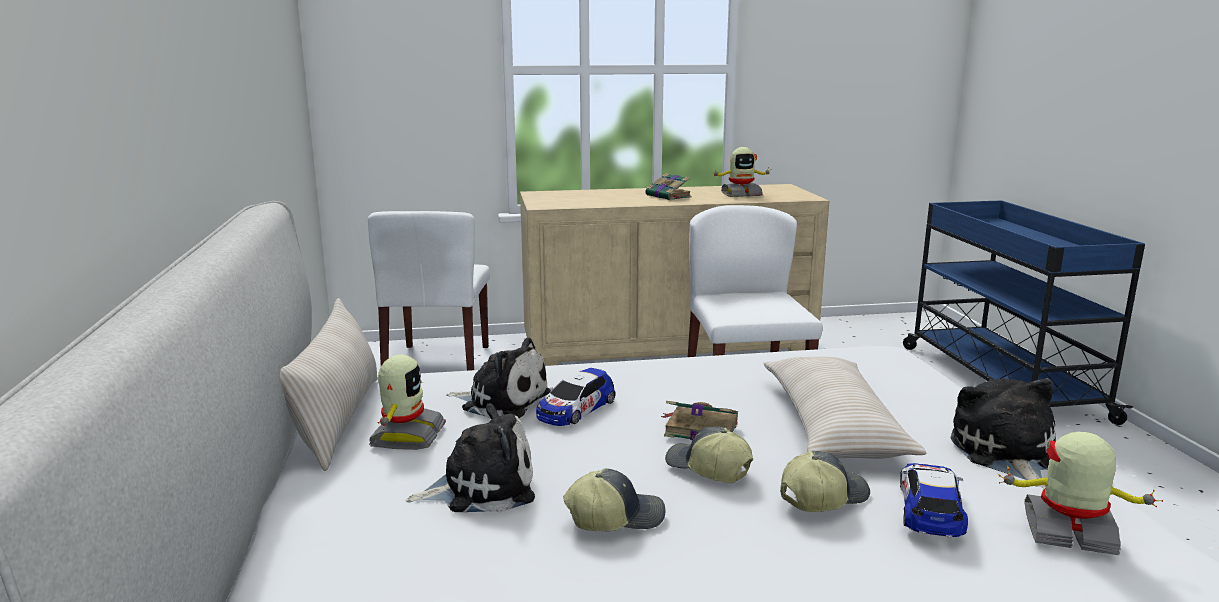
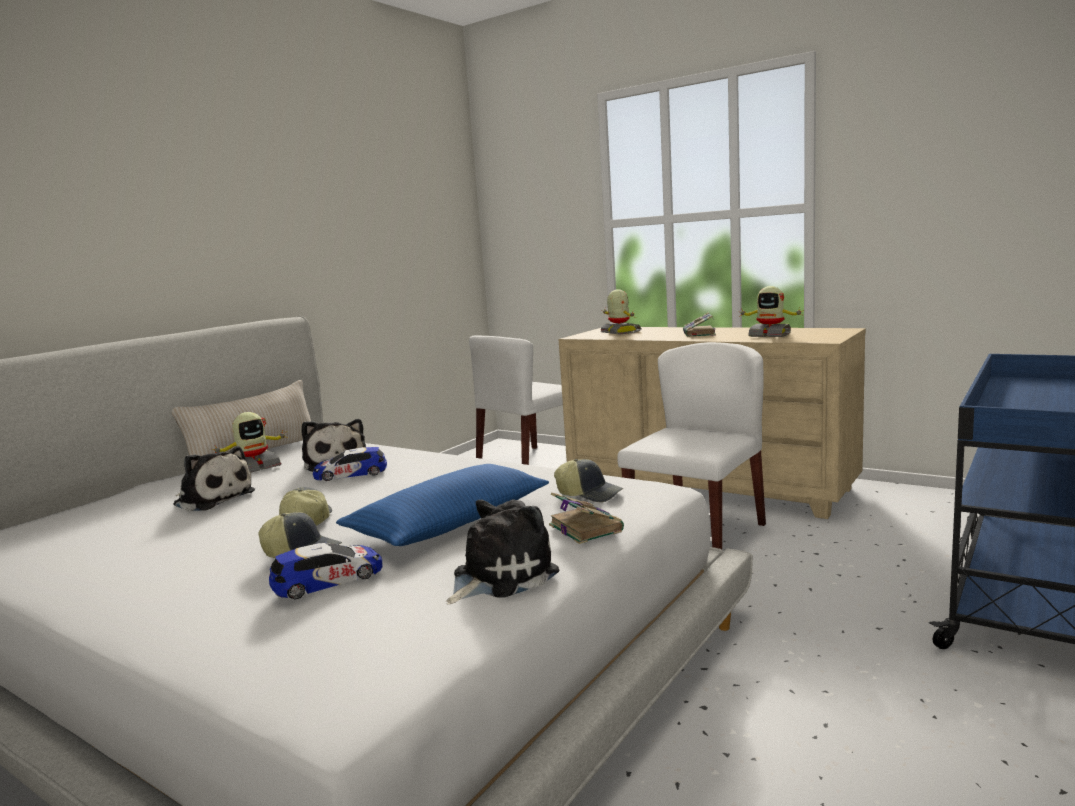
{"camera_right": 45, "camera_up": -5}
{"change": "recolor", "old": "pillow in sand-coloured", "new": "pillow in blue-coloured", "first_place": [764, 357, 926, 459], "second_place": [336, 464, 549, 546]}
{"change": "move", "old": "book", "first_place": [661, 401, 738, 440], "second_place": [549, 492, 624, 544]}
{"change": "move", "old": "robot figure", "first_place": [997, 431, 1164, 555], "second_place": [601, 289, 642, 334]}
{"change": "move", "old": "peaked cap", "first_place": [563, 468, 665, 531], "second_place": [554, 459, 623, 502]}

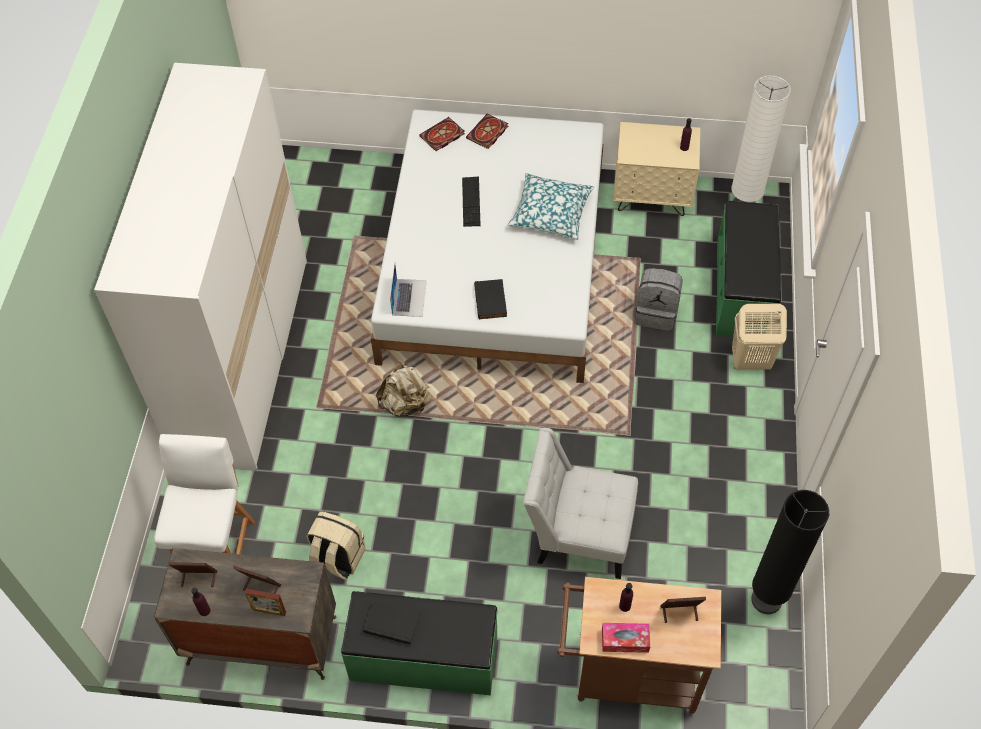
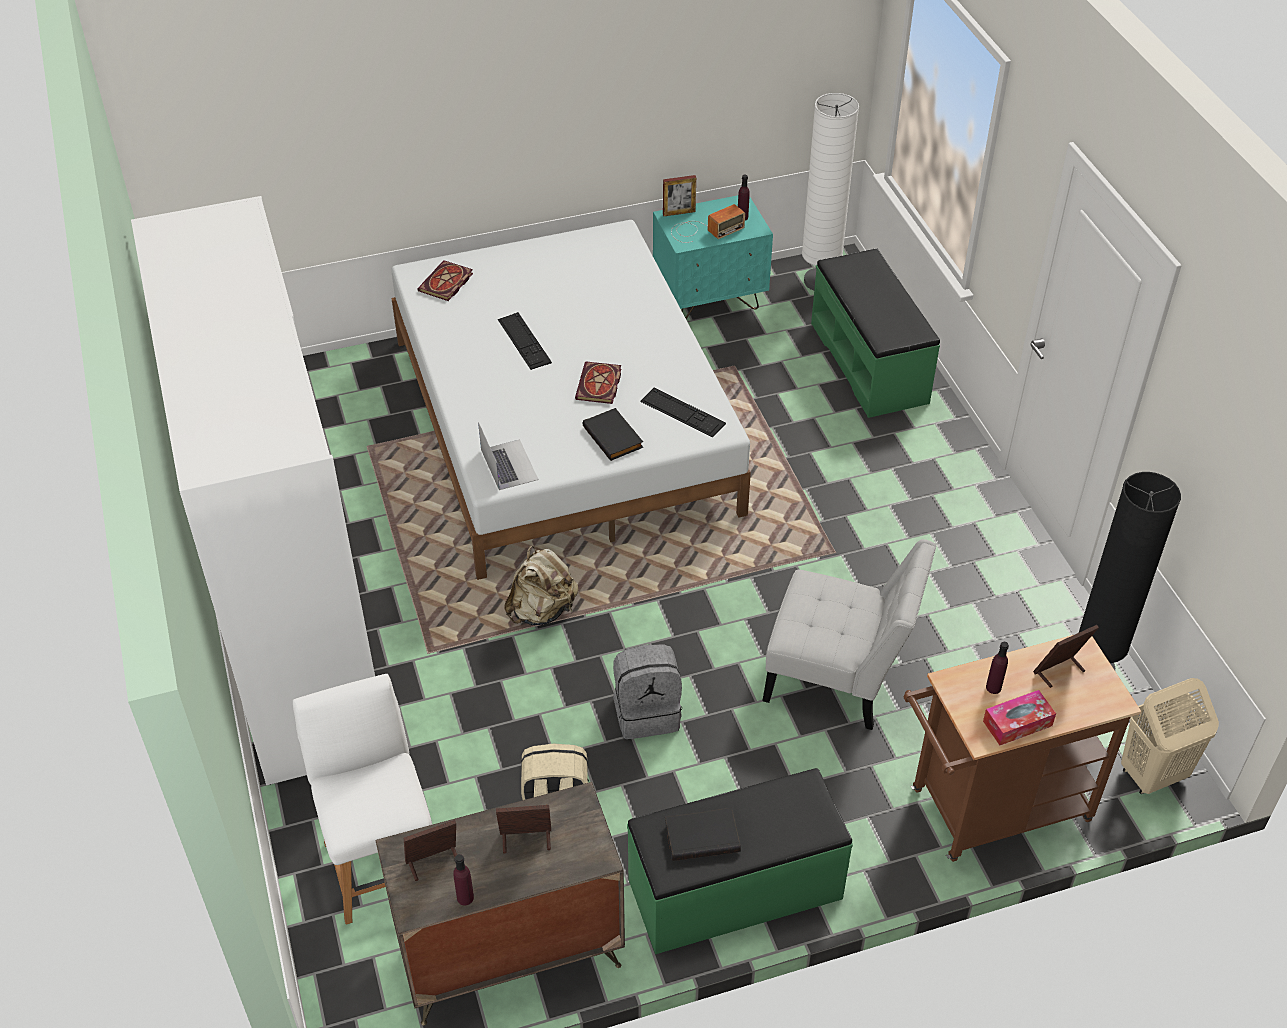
{"camera_right": -25, "camera_up": -10}
{"change": "move", "old": "book", "first_place": [466, 114, 508, 149], "second_place": [575, 362, 621, 404]}
{"change": "recolor", "old": "nightstand in sand-coloured", "new": "nightstand in blue-green", "first_place": [613, 122, 700, 216], "second_place": [653, 195, 773, 319]}
{"change": "delete", "old": "pillow", "first_place": [508, 173, 594, 240]}
{"change": "move", "old": "backpack in gray", "first_place": [634, 268, 683, 331], "second_place": [613, 644, 682, 739]}
{"change": "move", "old": "laundry basket in sand-coloured", "first_place": [732, 304, 787, 369], "second_place": [1121, 678, 1219, 794]}
{"change": "rotate", "old": "upright chair in white", "first_place": [523, 428, 638, 579], "second_place": [762, 539, 936, 730], "degrees": -150}
{"change": "move", "old": "standing frame", "first_place": [245, 589, 286, 616], "second_place": [663, 175, 696, 216]}
{"change": "insert", "new": "radio set", "second_place": [671, 204, 745, 243]}
{"change": "insert", "new": "keyboard", "second_place": [640, 388, 726, 438]}

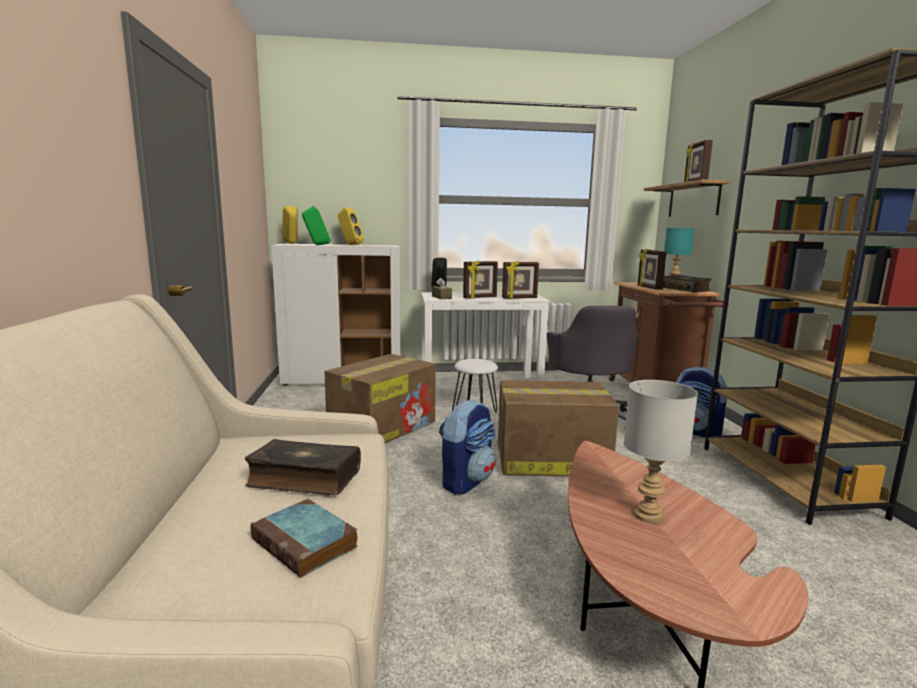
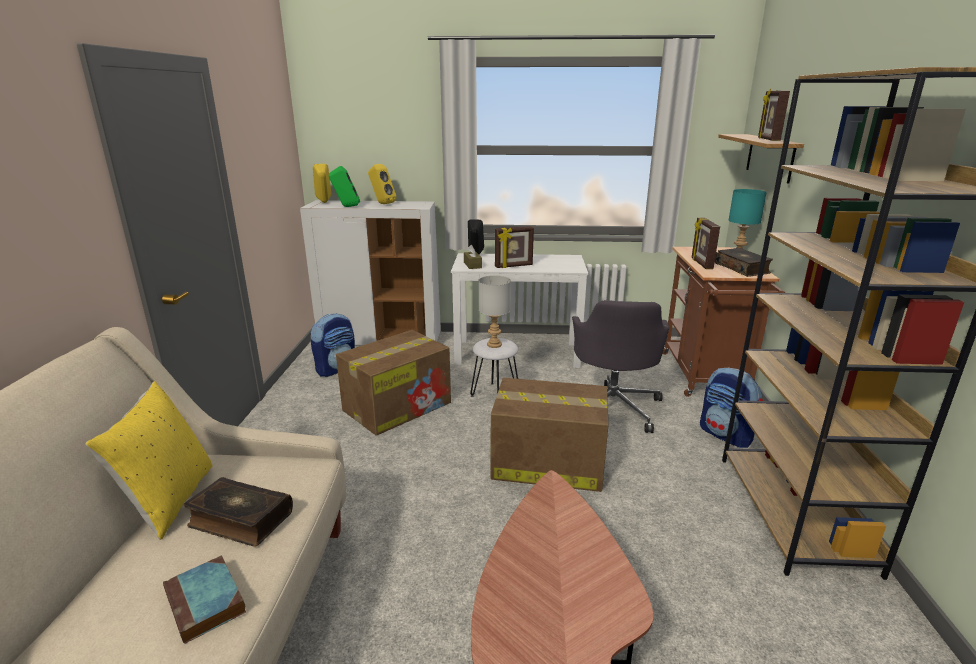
{"camera_right": 10, "camera_up": 10}
{"change": "delete", "old": "standing frame", "first_place": [502, 261, 539, 299]}
{"change": "move", "old": "lamp for a table in gray", "first_place": [624, 380, 698, 523], "second_place": [479, 275, 511, 348]}
{"change": "move", "old": "backpack", "first_place": [439, 399, 496, 494], "second_place": [311, 313, 355, 377]}
{"change": "insert", "new": "pillow in yellow-coloured", "second_place": [85, 381, 213, 540]}

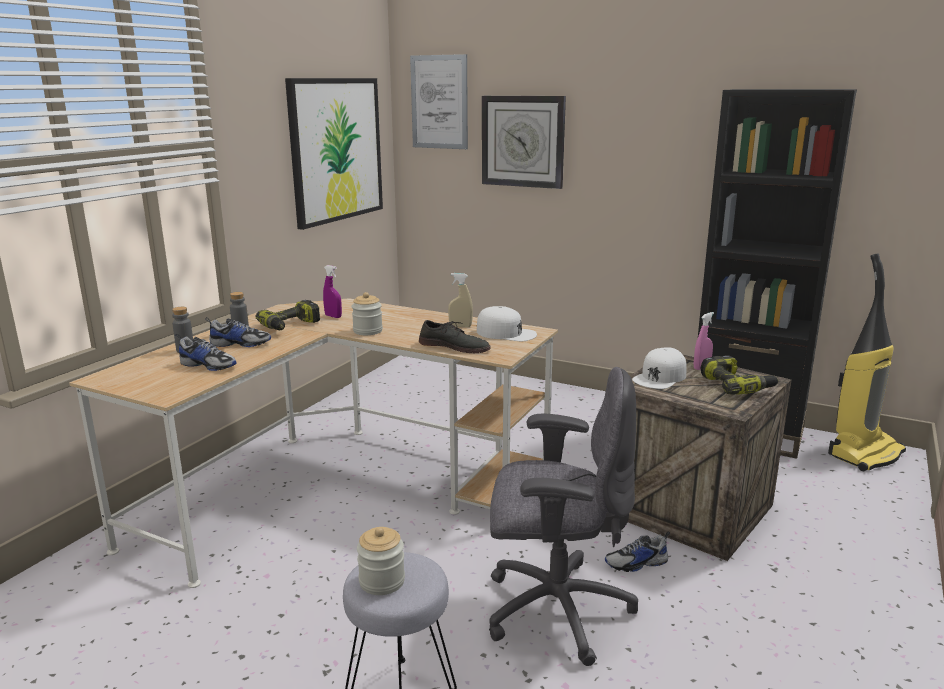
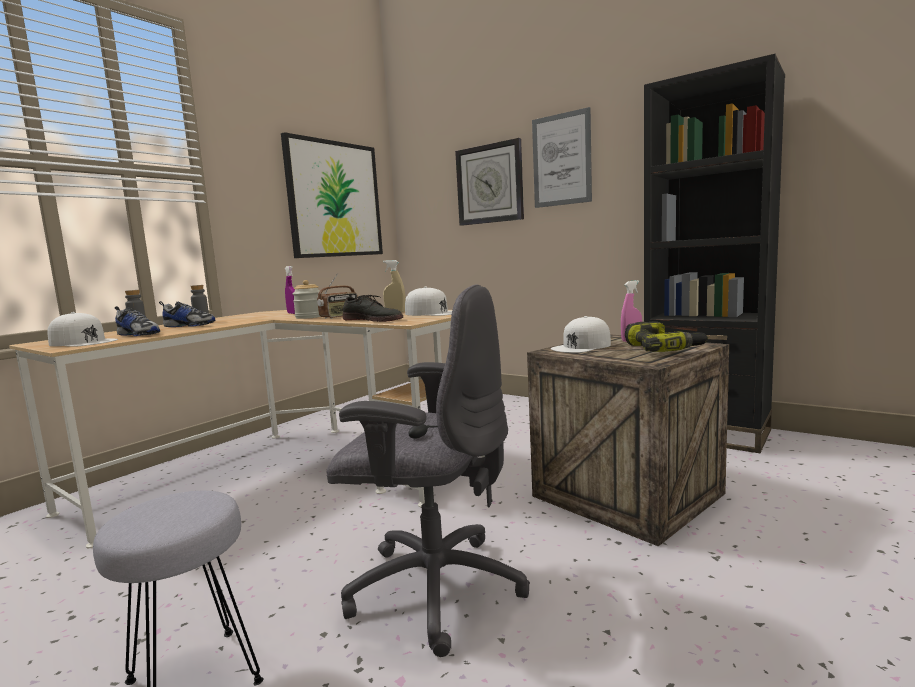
{"camera_right": 10, "camera_up": -10}
{"change": "move", "old": "wall art", "first_place": [410, 54, 468, 149], "second_place": [532, 107, 592, 208]}
{"change": "delete", "old": "vacuum", "first_place": [828, 253, 906, 471]}
{"change": "delete", "old": "power drill", "first_place": [255, 300, 320, 330]}
{"change": "delete", "old": "storage jar", "first_place": [357, 527, 405, 595]}
{"change": "delete", "old": "item of footwear", "first_place": [605, 531, 670, 572]}
{"change": "insert", "new": "radio set", "second_place": [317, 273, 358, 319]}
{"change": "insert", "new": "peaked cap in white", "second_place": [47, 312, 118, 347]}

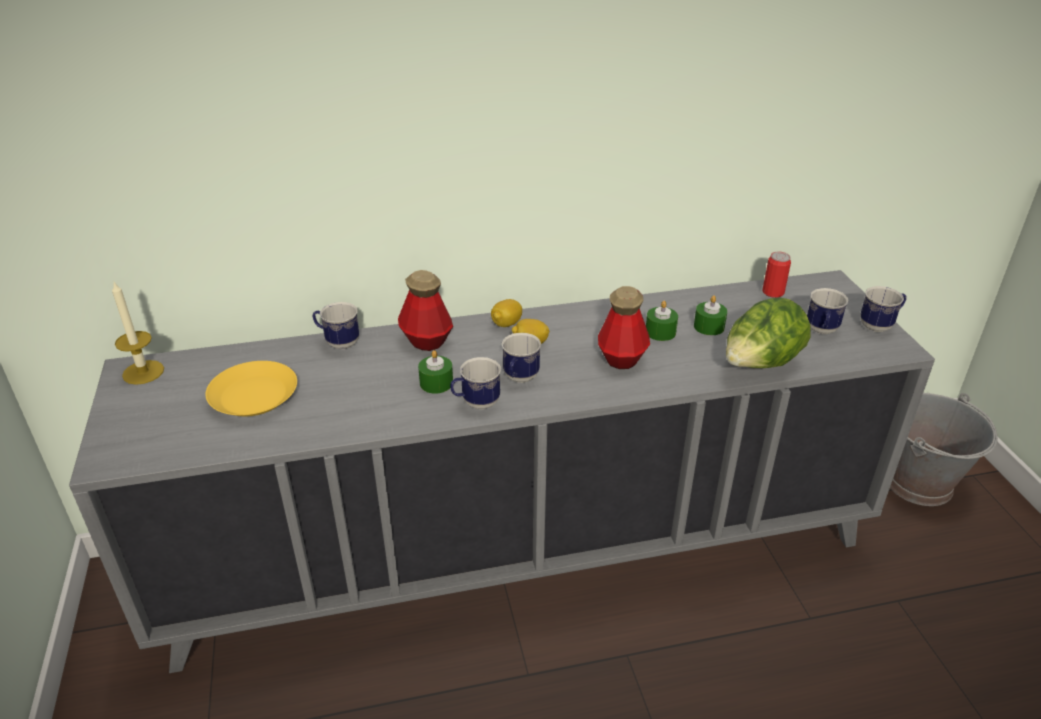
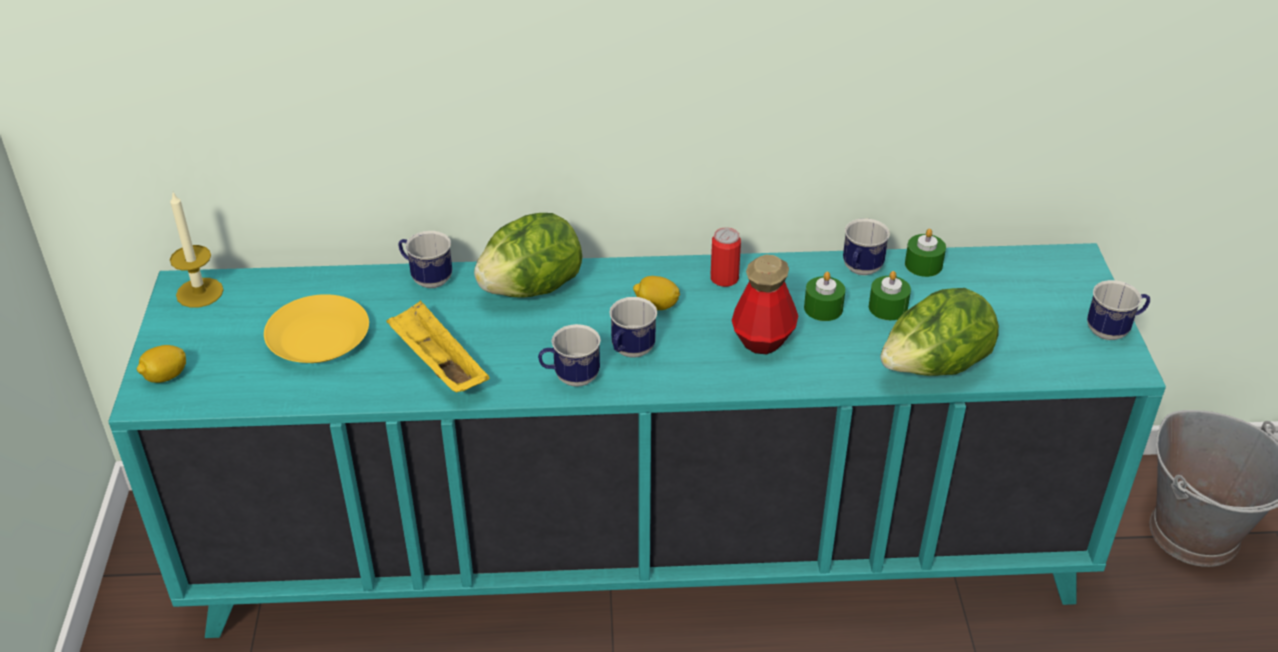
{"camera_right": 10, "camera_up": 5}
{"change": "move", "old": "metal can", "first_place": [762, 252, 791, 298], "second_place": [710, 227, 741, 287]}
{"change": "recolor", "old": "cupboard in gray", "new": "cupboard in blue-green", "first_place": [69, 270, 935, 673], "second_place": [108, 243, 1166, 638]}
{"change": "replace", "old": "drink bottle", "new": "head of lettuce", "first_place": [398, 270, 453, 351], "second_place": [474, 213, 582, 298]}
{"change": "move", "old": "mug", "first_place": [807, 288, 849, 334], "second_place": [843, 218, 890, 275]}
{"change": "move", "old": "whole lemon", "first_place": [491, 299, 522, 327], "second_place": [137, 345, 186, 383]}
{"change": "move", "old": "wax candle in greenish", "first_place": [418, 350, 453, 394], "second_place": [905, 229, 946, 277]}
{"change": "insert", "new": "serving tray in yellow-coloured", "second_place": [386, 300, 490, 393]}

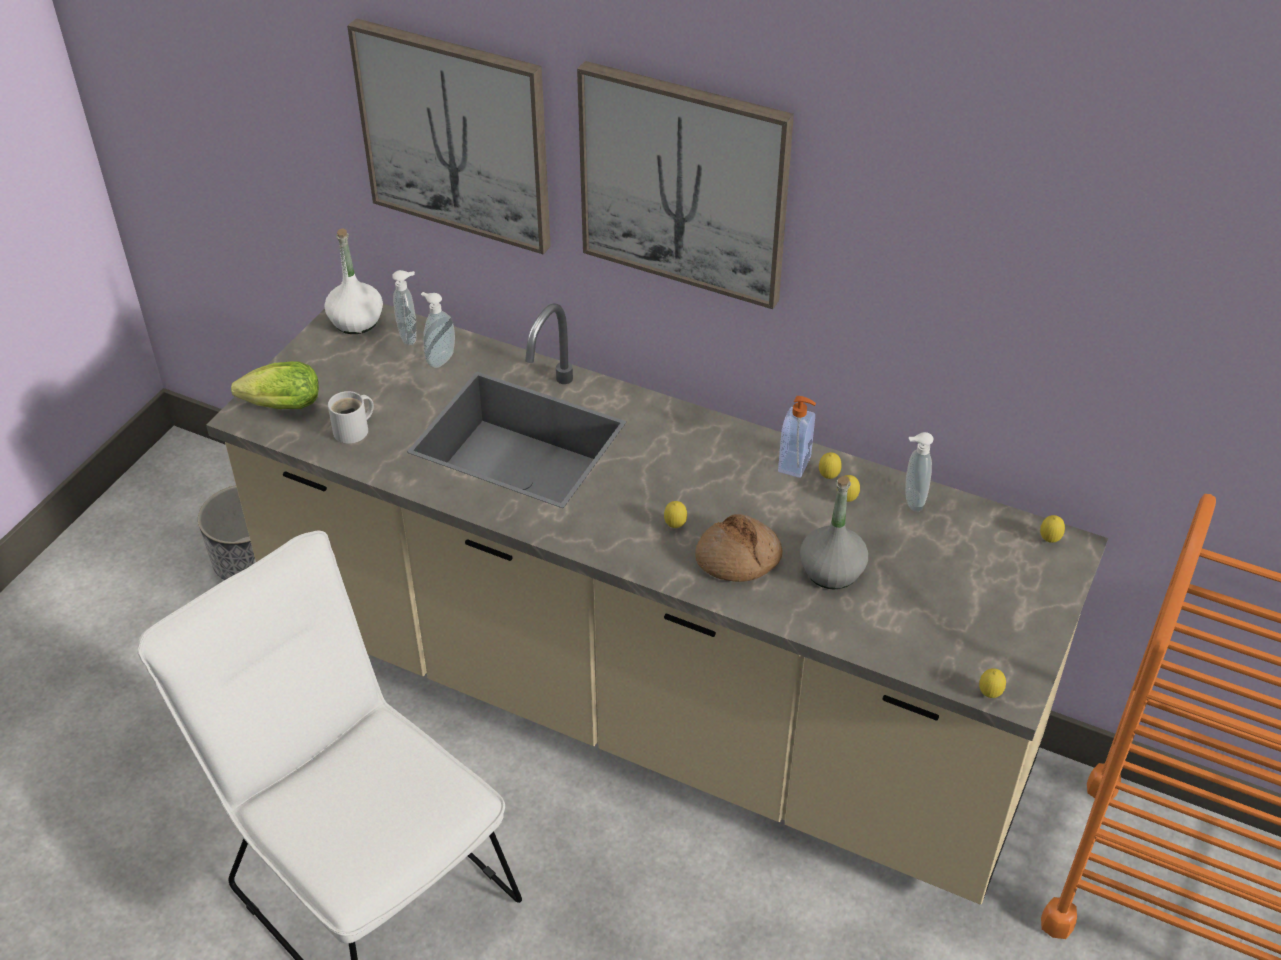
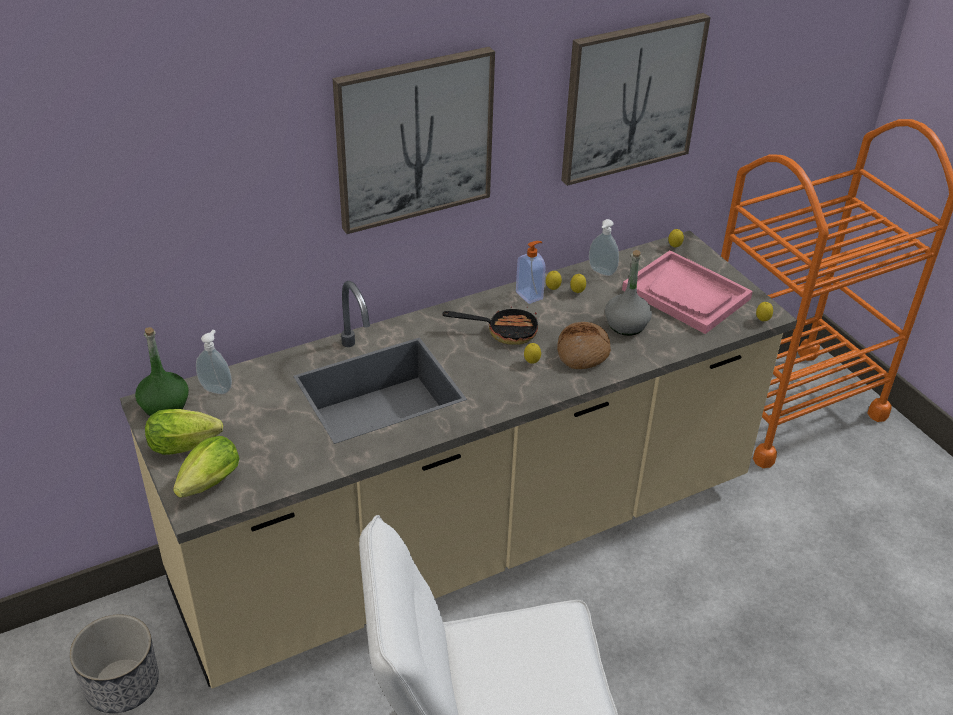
{"camera_right": -55, "camera_up": -5}
{"change": "move", "old": "wall art", "first_place": [347, 18, 551, 254], "second_place": [561, 13, 711, 186]}
{"change": "recolor", "old": "drink bottle in white", "new": "drink bottle in greenish", "first_place": [324, 229, 383, 334], "second_place": [135, 327, 189, 416]}
{"change": "delete", "old": "soap dispenser", "first_place": [421, 292, 455, 368]}
{"change": "delete", "old": "mug in white", "first_place": [328, 391, 374, 444]}
{"change": "insert", "new": "serving tray in pinkish", "second_place": [622, 250, 753, 334]}
{"change": "insert", "new": "skillet", "second_place": [443, 306, 538, 345]}
{"change": "insert", "new": "head of lettuce", "second_place": [145, 409, 223, 455]}

